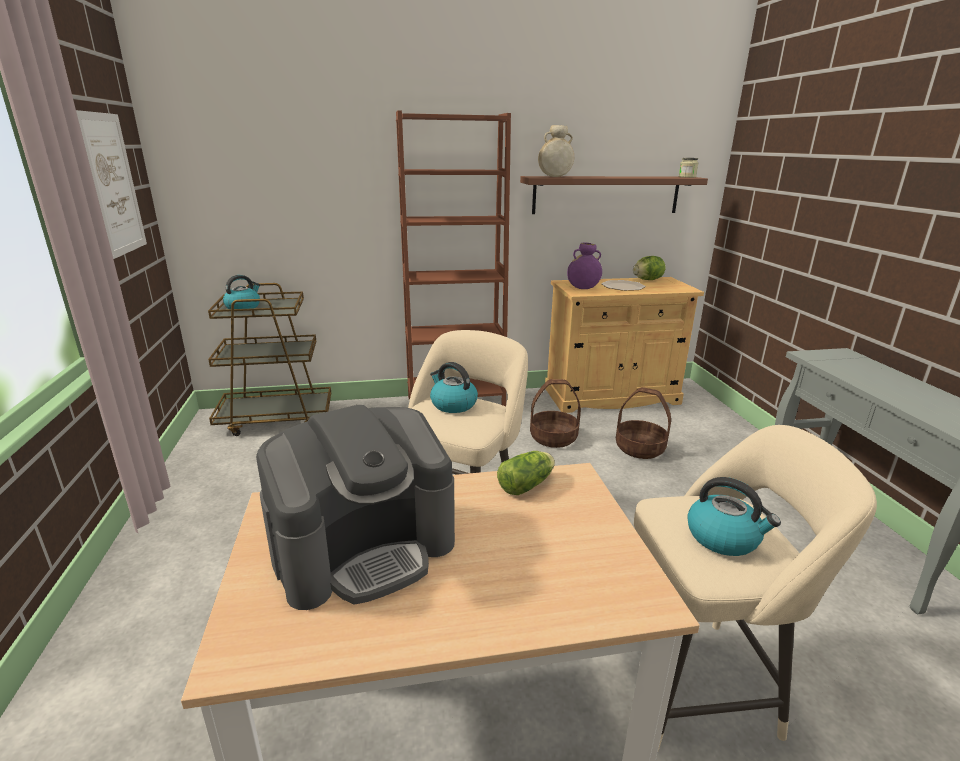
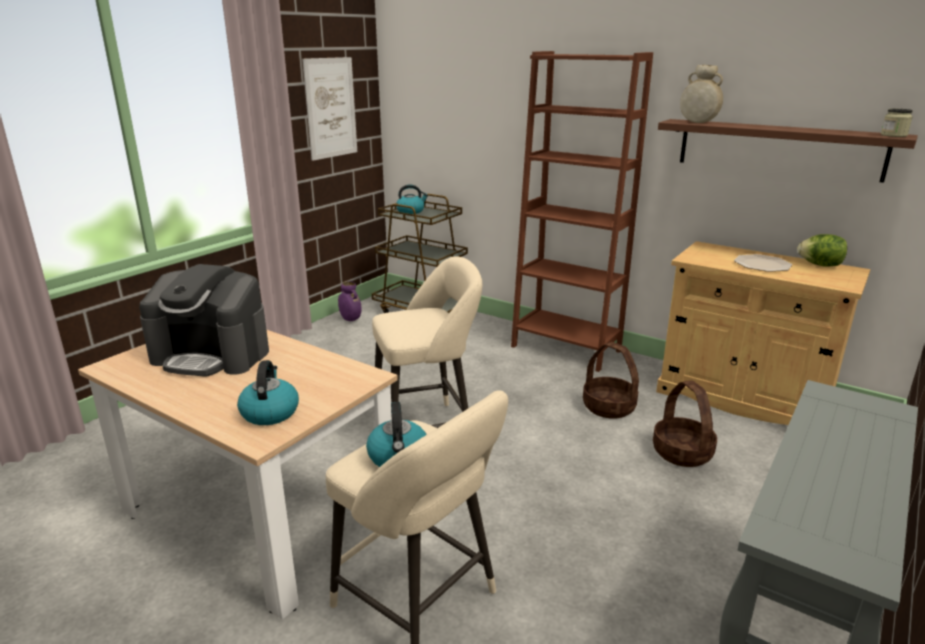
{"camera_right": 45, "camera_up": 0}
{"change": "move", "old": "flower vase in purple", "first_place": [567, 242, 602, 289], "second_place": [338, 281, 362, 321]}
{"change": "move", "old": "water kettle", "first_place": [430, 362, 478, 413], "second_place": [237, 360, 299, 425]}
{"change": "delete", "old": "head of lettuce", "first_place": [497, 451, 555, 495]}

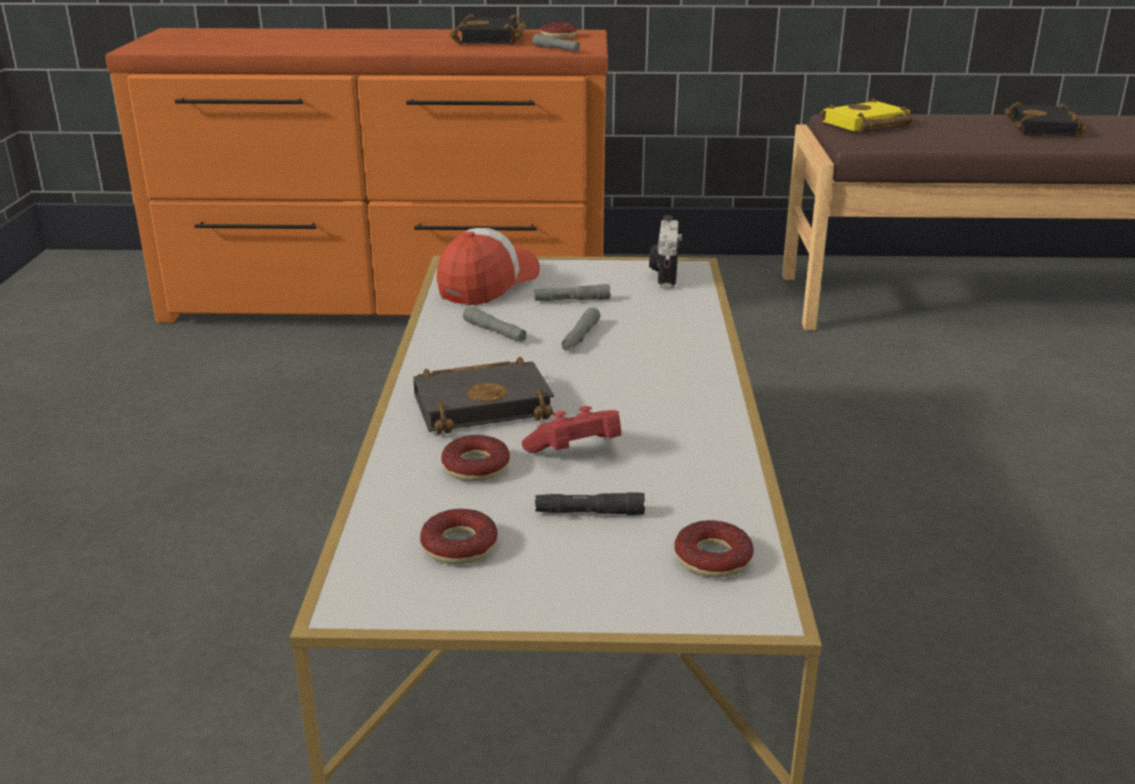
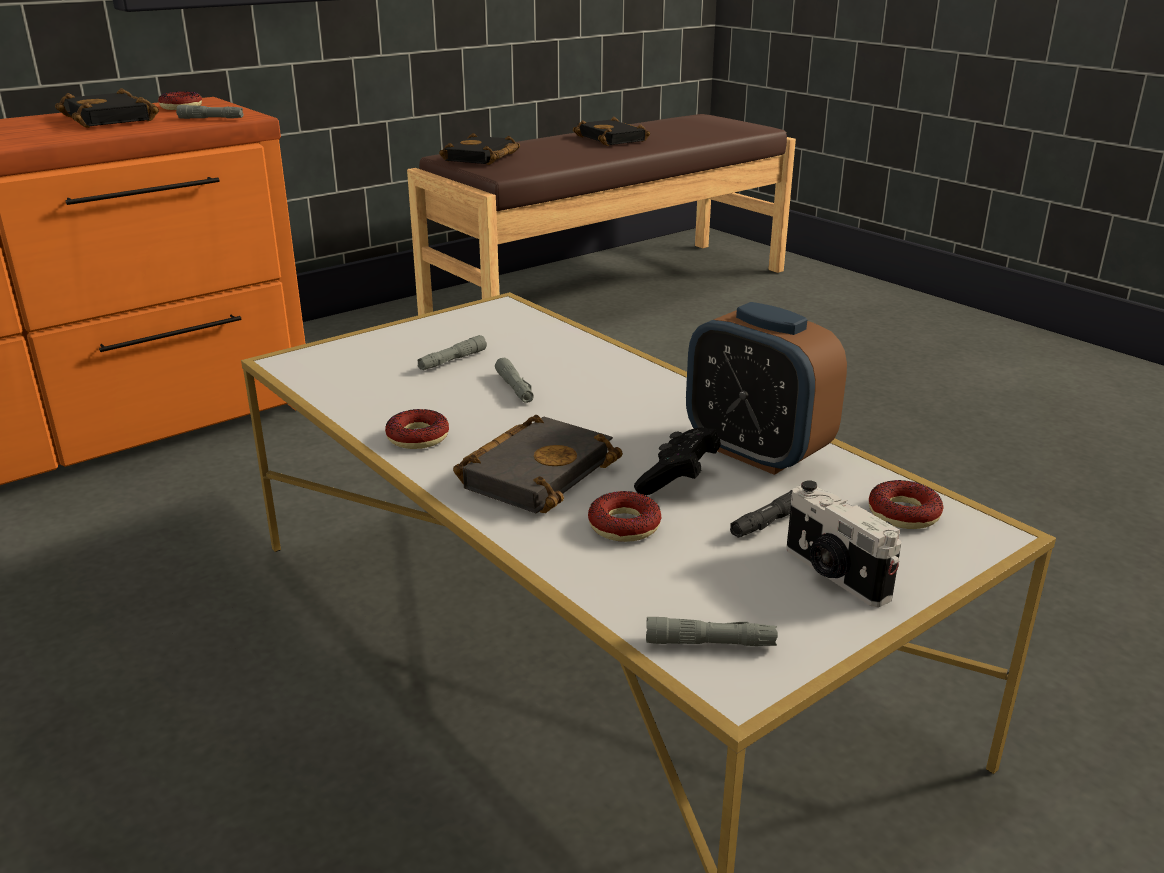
{"camera_right": -40, "camera_up": 0}
{"change": "recolor", "old": "book in yellow-coloured", "new": "book in blackish", "first_place": [820, 98, 914, 133], "second_place": [439, 133, 520, 165]}
{"change": "move", "old": "still camera", "first_place": [649, 215, 682, 288], "second_place": [786, 480, 902, 607]}
{"change": "delete", "old": "peaked cap", "first_place": [436, 228, 540, 306]}
{"change": "move", "old": "hand torch in gray", "first_place": [463, 306, 526, 342], "second_place": [646, 617, 778, 646]}
{"change": "recolor", "old": "gamepad in reddish", "new": "gamepad in blackish", "first_place": [522, 406, 621, 453], "second_place": [634, 427, 721, 495]}
{"change": "move", "old": "doughnut", "first_place": [420, 509, 498, 564], "second_place": [385, 409, 449, 449]}
{"change": "insert", "new": "bedside clock", "second_place": [686, 302, 847, 475]}

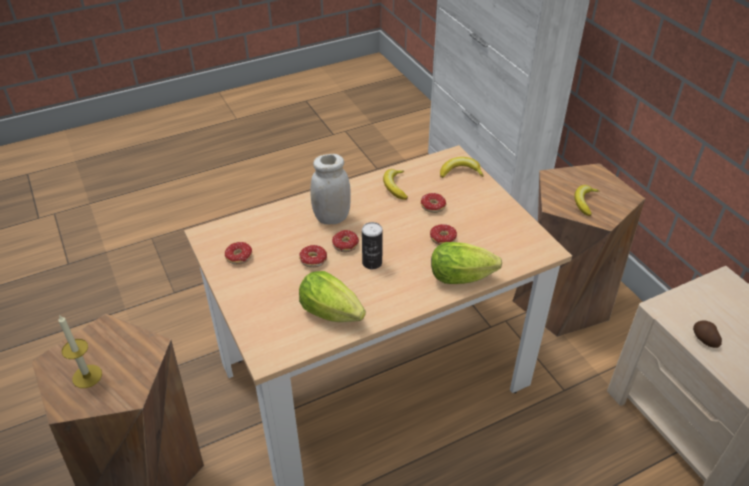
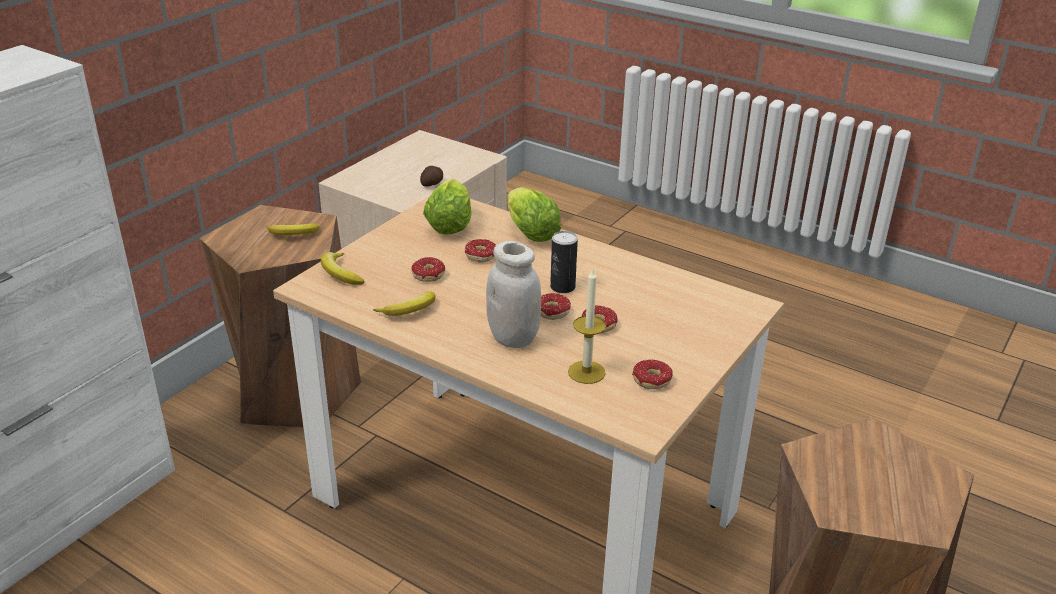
{"camera_right": -120, "camera_up": -10}
{"change": "move", "old": "head of lettuce", "first_place": [299, 271, 366, 322], "second_place": [423, 179, 472, 235]}
{"change": "move", "old": "wax candle", "first_place": [58, 314, 102, 388], "second_place": [568, 269, 606, 384]}

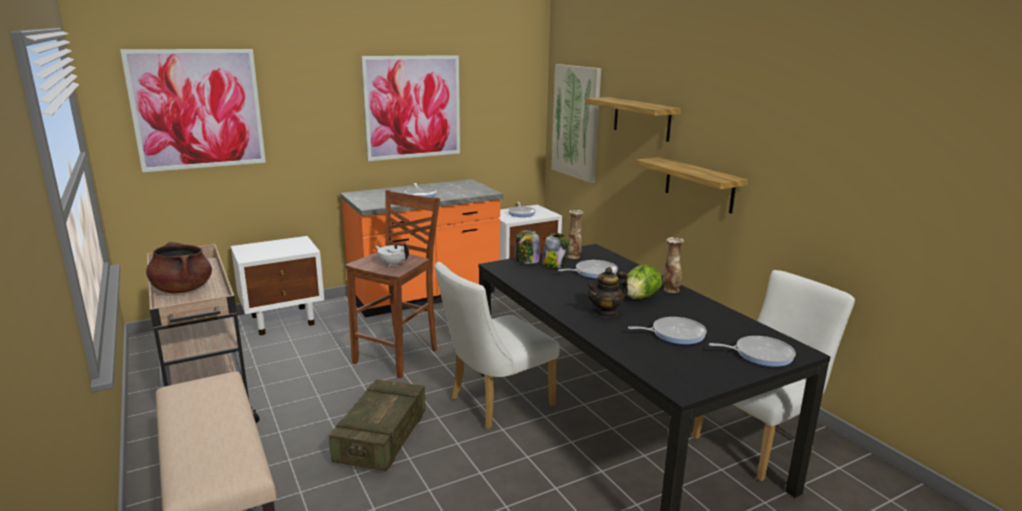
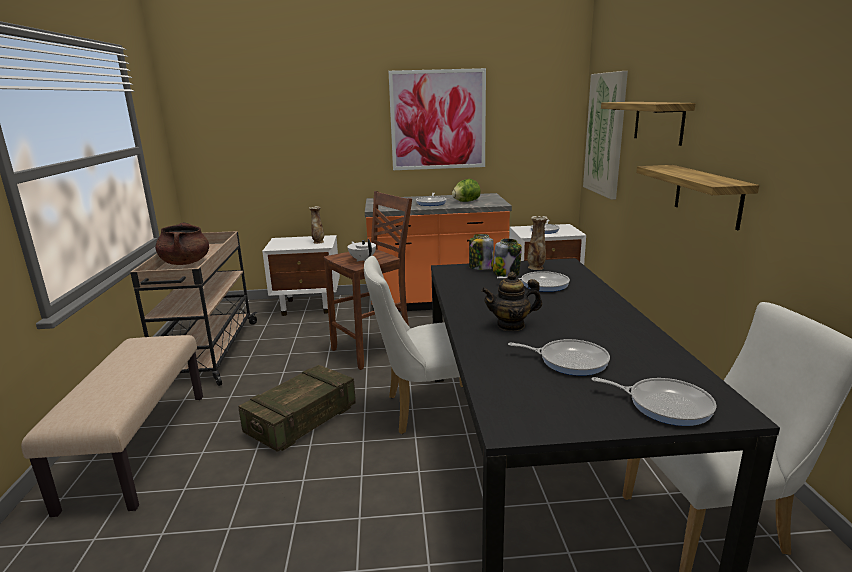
{"camera_right": 25, "camera_up": 0}
{"change": "delete", "old": "wall art", "first_place": [120, 49, 266, 172]}
{"change": "move", "old": "flower vase", "first_place": [663, 237, 684, 293], "second_place": [309, 206, 324, 244]}
{"change": "move", "old": "head of lettuce", "first_place": [627, 264, 663, 299], "second_place": [452, 179, 481, 202]}

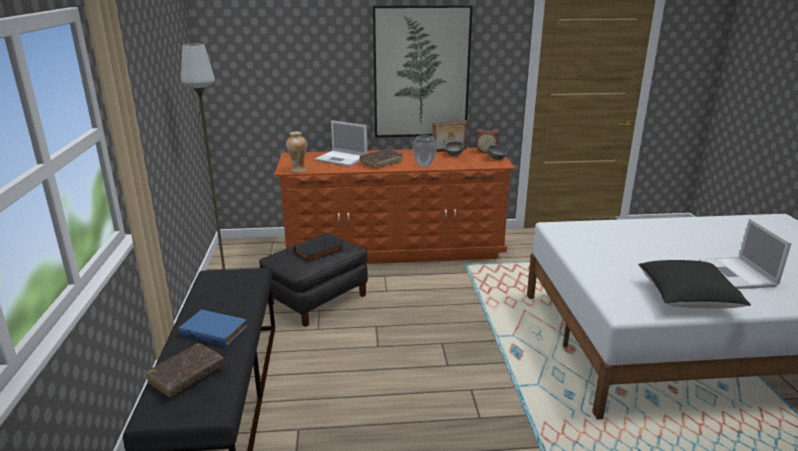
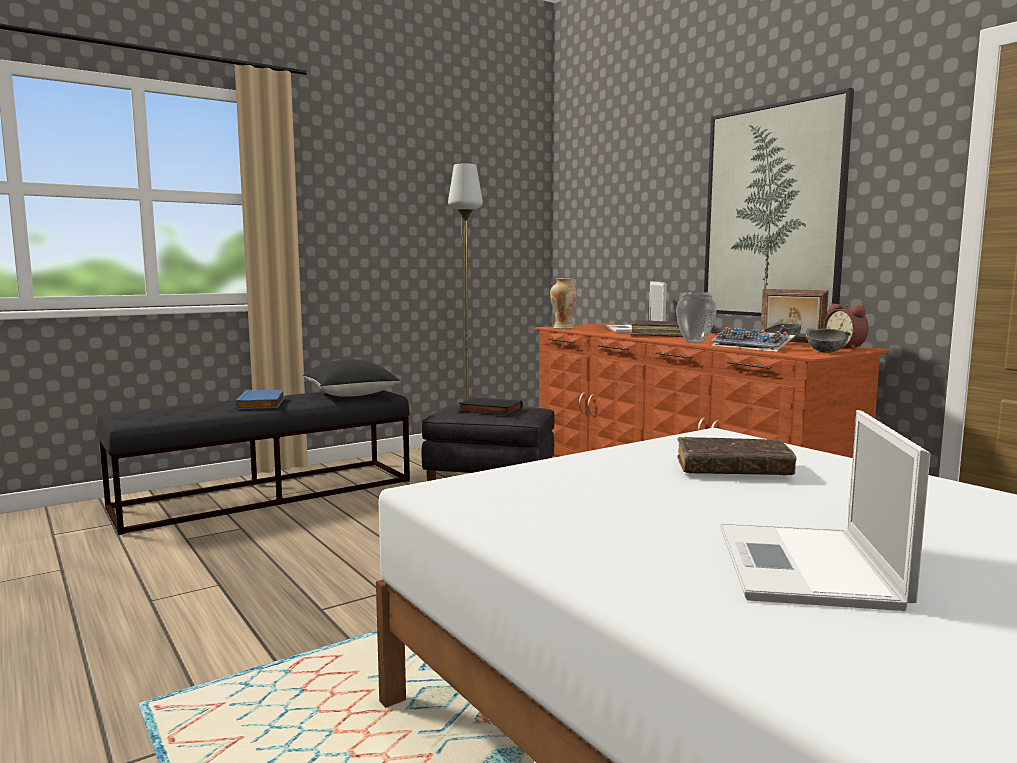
{"camera_right": 60, "camera_up": -15}
{"change": "rotate", "old": "notebook computer", "first_place": [699, 219, 791, 289], "second_place": [720, 410, 930, 611], "degrees": -45}
{"change": "move", "old": "pillow in blackish", "first_place": [638, 260, 751, 308], "second_place": [303, 359, 400, 397]}
{"change": "move", "old": "book in brown-coloured", "first_place": [145, 343, 224, 397], "second_place": [677, 437, 797, 475]}
{"change": "insert", "new": "keyboard", "second_place": [710, 327, 795, 352]}

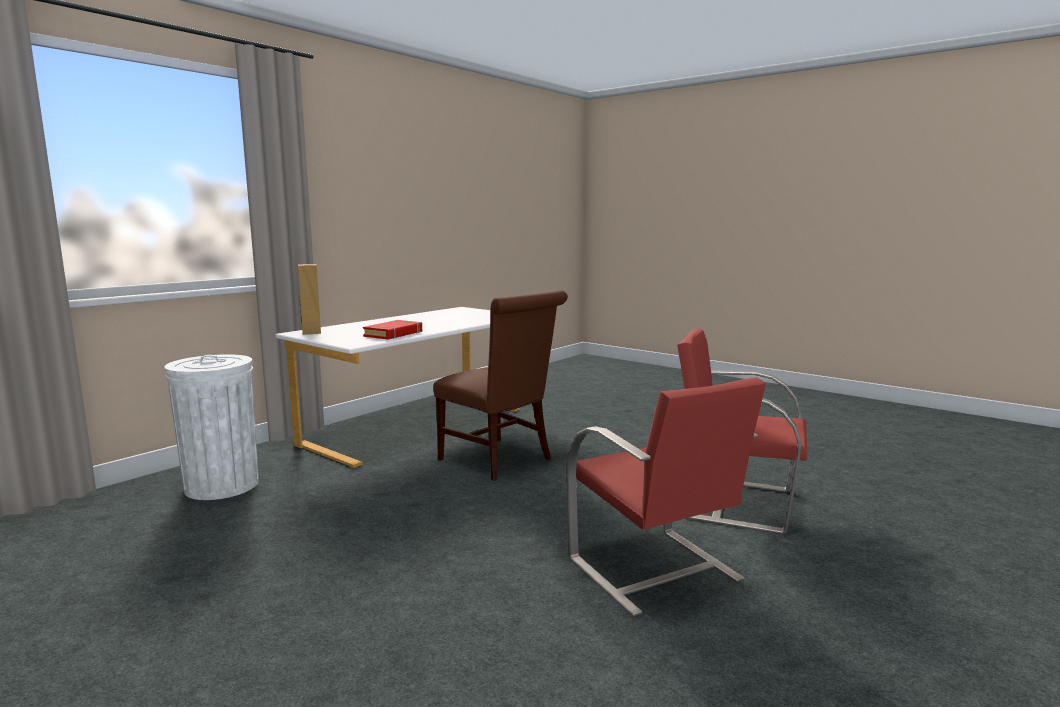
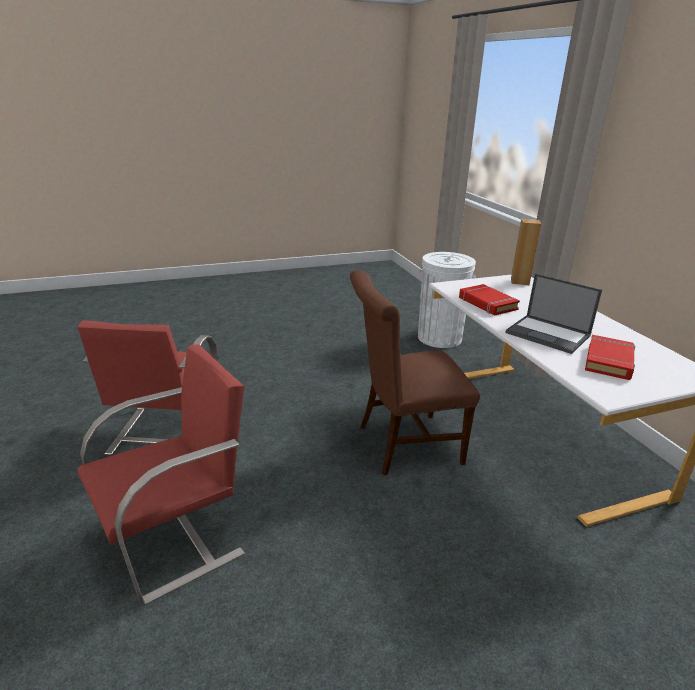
{"camera_right": 120, "camera_up": 15}
{"change": "rotate", "old": "upright chair in reddish", "first_place": [567, 377, 766, 617], "second_place": [78, 320, 219, 455], "degrees": -90}
{"change": "insert", "new": "notebook computer", "second_place": [505, 274, 602, 354]}
{"change": "insert", "new": "book in reddish", "second_place": [585, 335, 635, 380]}

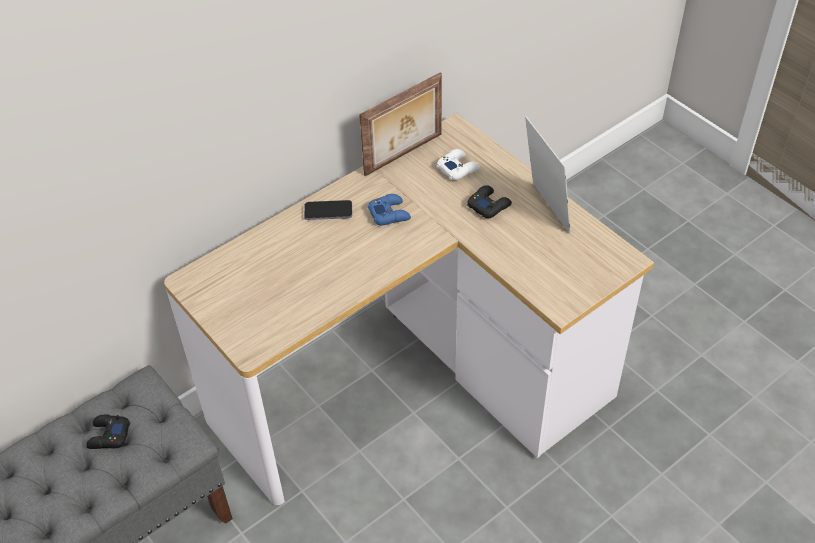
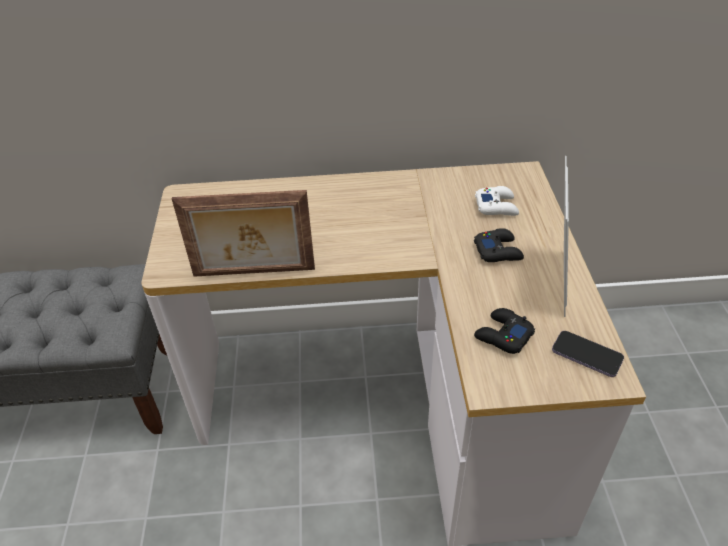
{"camera_right": 35, "camera_up": -5}
{"change": "move", "old": "standing frame", "first_place": [359, 72, 442, 176], "second_place": [172, 190, 315, 277]}
{"change": "delete", "old": "gamepad in blue-coloured", "first_place": [368, 194, 411, 225]}
{"change": "move", "old": "handset", "first_place": [304, 200, 352, 220], "second_place": [552, 331, 624, 377]}
{"change": "move", "old": "gamepad in blackish", "first_place": [86, 415, 130, 449], "second_place": [474, 308, 535, 354]}

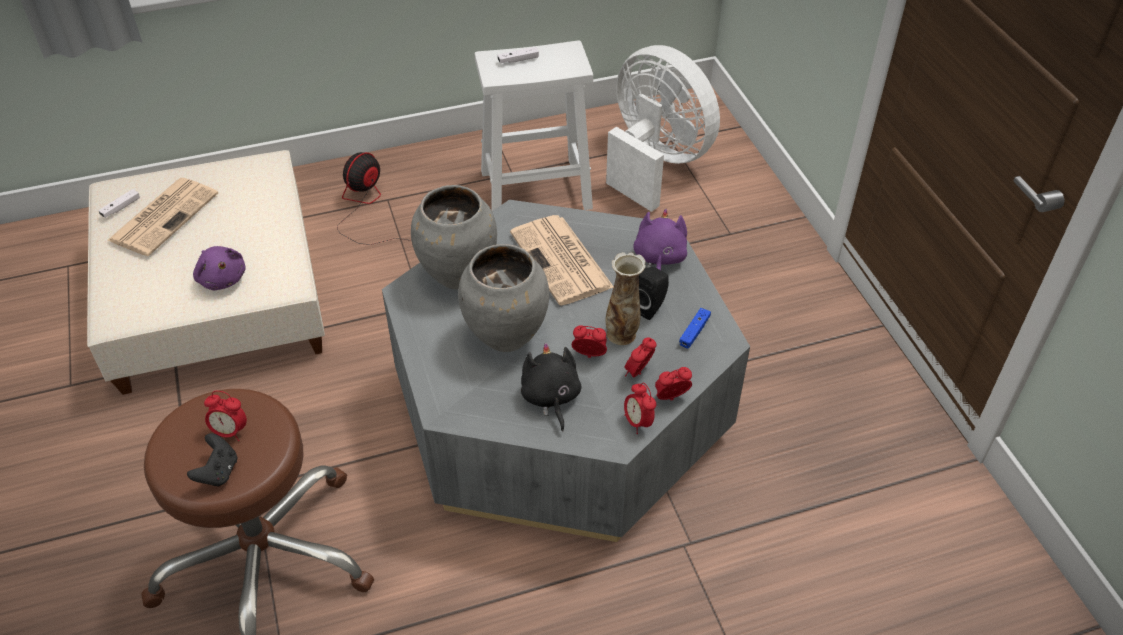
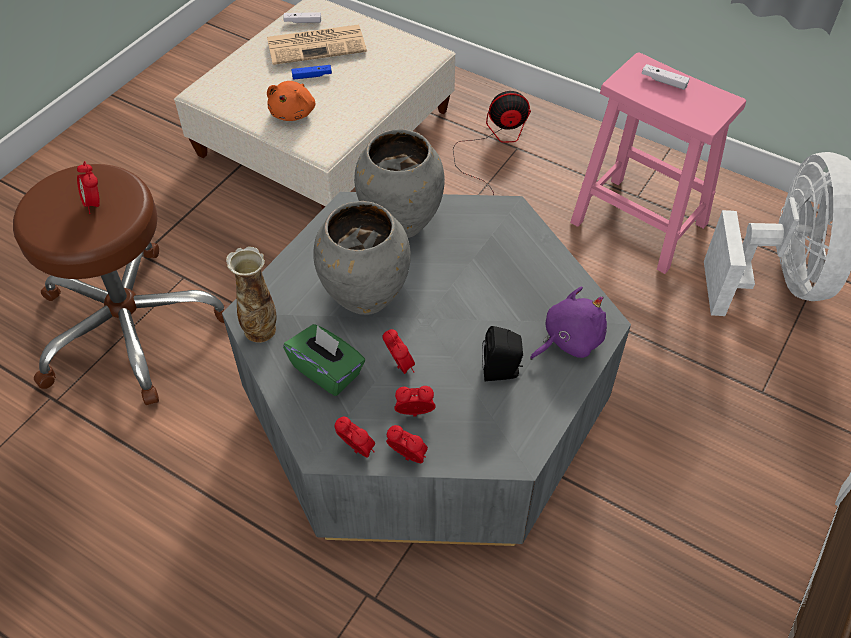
{"camera_right": 50, "camera_up": 5}
{"change": "recolor", "old": "stool in white", "new": "stool in pinkish", "first_place": [475, 41, 593, 211], "second_place": [570, 52, 746, 274]}
{"change": "delete", "old": "printed paper", "first_place": [510, 215, 614, 306]}
{"change": "recolor", "old": "cuddly toy in purple", "new": "cuddly toy in orangey", "first_place": [193, 246, 246, 290], "second_place": [267, 81, 315, 121]}
{"change": "move", "old": "flower vase", "first_place": [606, 252, 646, 345], "second_place": [226, 247, 276, 343]}
{"change": "move", "old": "gamepad in blue-coloured", "first_place": [679, 308, 711, 348], "second_place": [291, 65, 332, 80]}
{"change": "replace", "old": "cuddly toy in blackish", "new": "tissue holder in greenish", "first_place": [521, 343, 581, 432], "second_place": [283, 324, 365, 396]}
{"change": "rotate", "old": "bedside clock", "first_place": [624, 383, 656, 434], "second_place": [335, 417, 375, 458], "degrees": 105}
{"change": "delete", "old": "gamepad in blackish", "first_place": [187, 433, 237, 487]}

